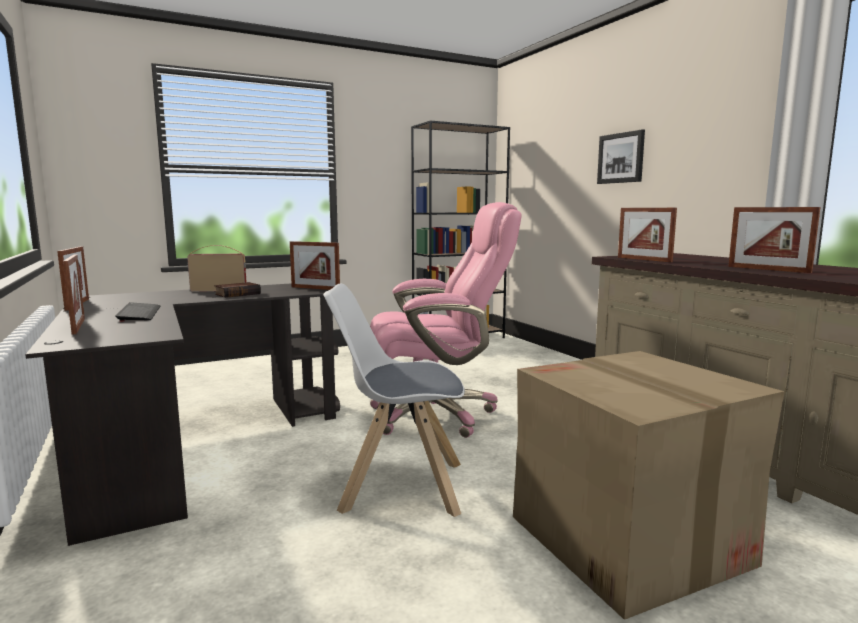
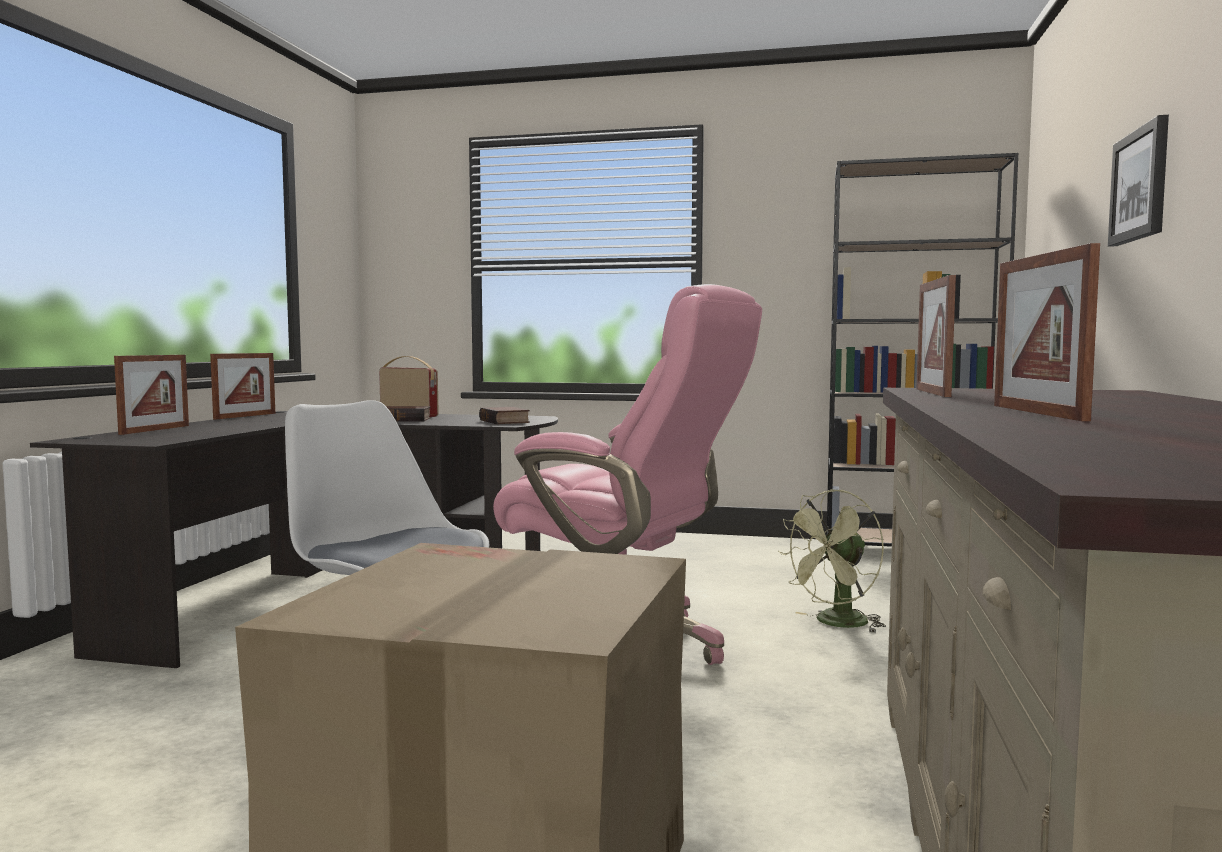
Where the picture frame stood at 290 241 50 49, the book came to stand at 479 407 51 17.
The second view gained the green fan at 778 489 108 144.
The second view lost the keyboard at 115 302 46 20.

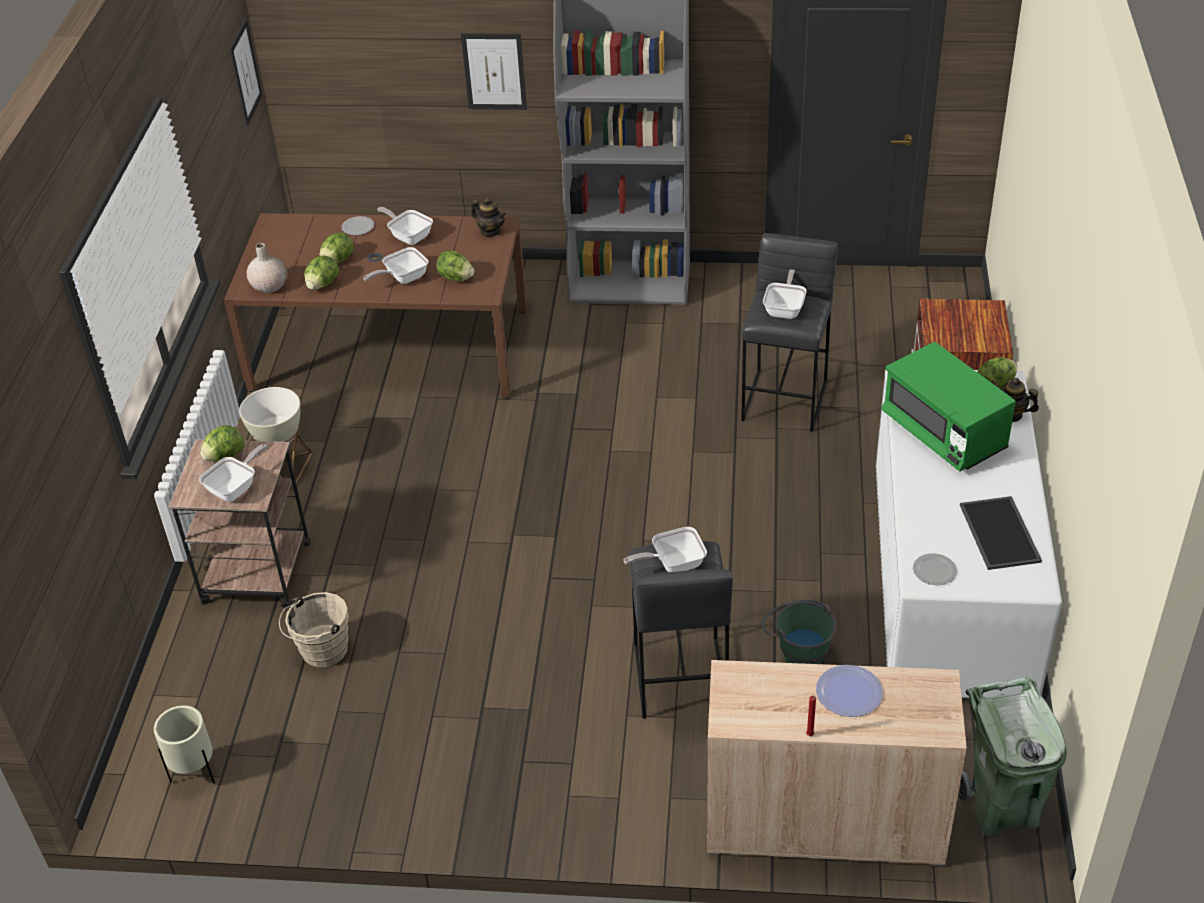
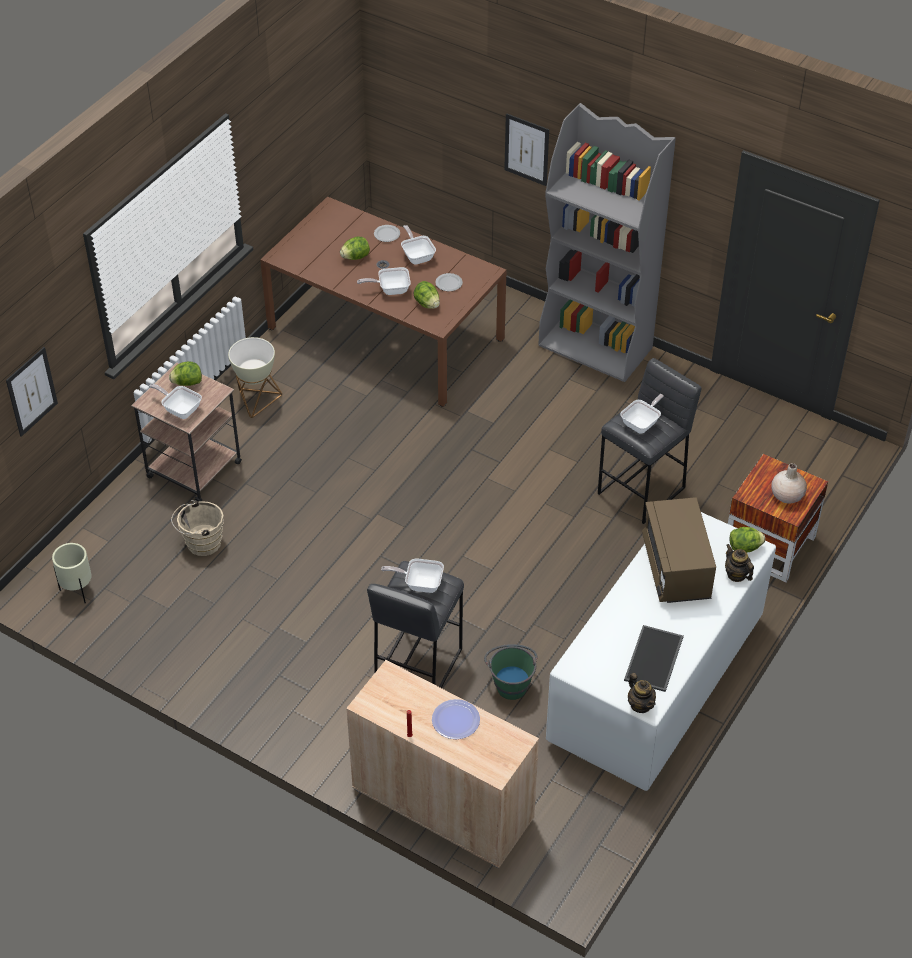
The picture ended up elsewhere, having gone from 230 19 32 107 to 6 347 52 90.
The frying pan at 199 444 68 58 ended up facing another way, 120 degrees counterclockwise from before.
The plate ended up elsewhere, having gone from 913 553 44 32 to 435 273 28 18.
The teapot ended up elsewhere, having gone from 471 198 35 39 to 628 673 28 40.
What was the green microwave at 882 342 134 130 turned into the brown microwave at 642 497 74 106.
The beige vase ended up elsewhere, having gone from 247 243 40 50 to 771 463 36 41.
The second view lost the lettuce at 304 256 35 34.
The second view lost the green trash can at 958 678 109 158.

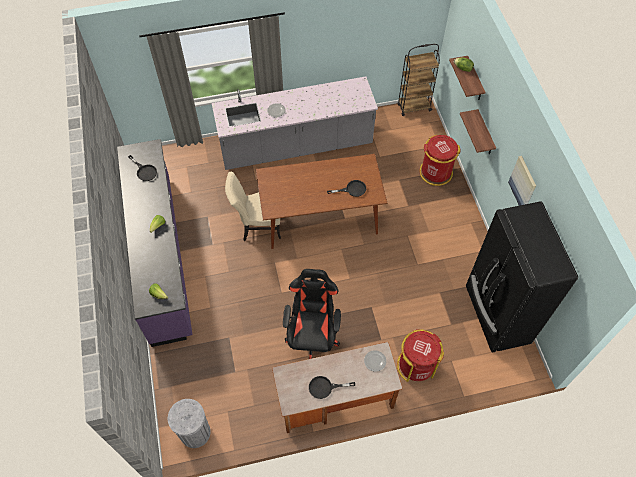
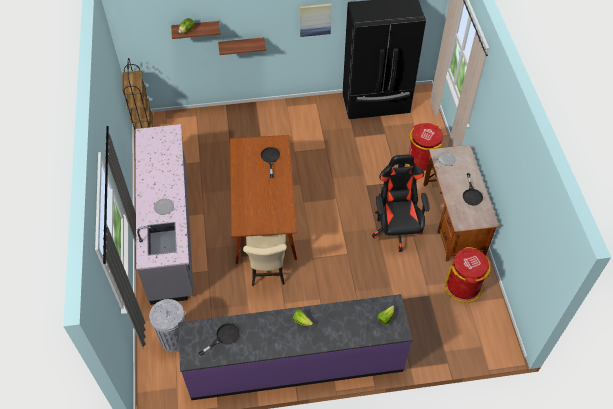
The grey trash can ended up elsewhere, having gone from 168 399 43 49 to 149 299 37 53.
The black office chair at 283 269 58 90 ended up facing another way, 75 degrees clockwise from before.
The red trash can ended up elsewhere, having gone from 420 135 41 51 to 444 247 47 56.

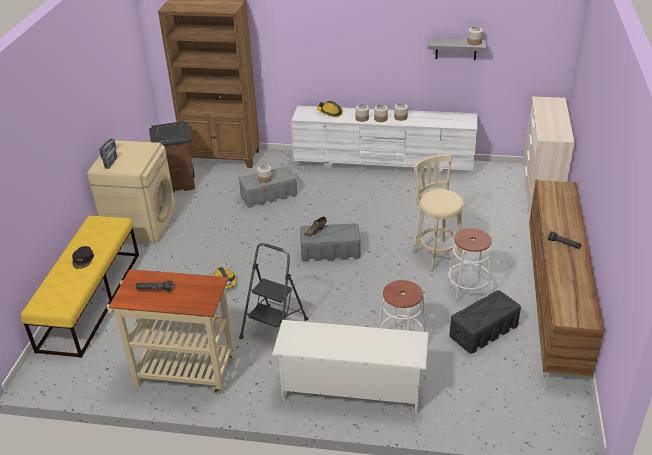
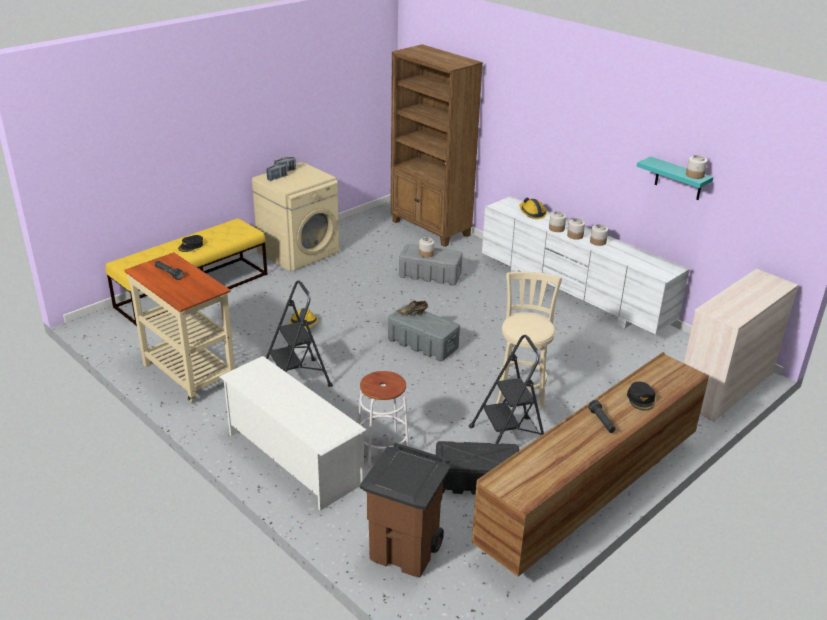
The brown trash can ended up elsewhere, having gone from 149 121 46 72 to 360 443 91 134.
Where the white stool stood at 447 228 45 75, the black step ladder came to stand at 469 335 75 109.
The second view gained the black cap at 627 382 28 29.
What was the grey shelf at 427 38 59 22 turned into the turquoise shelf at 637 156 76 44.

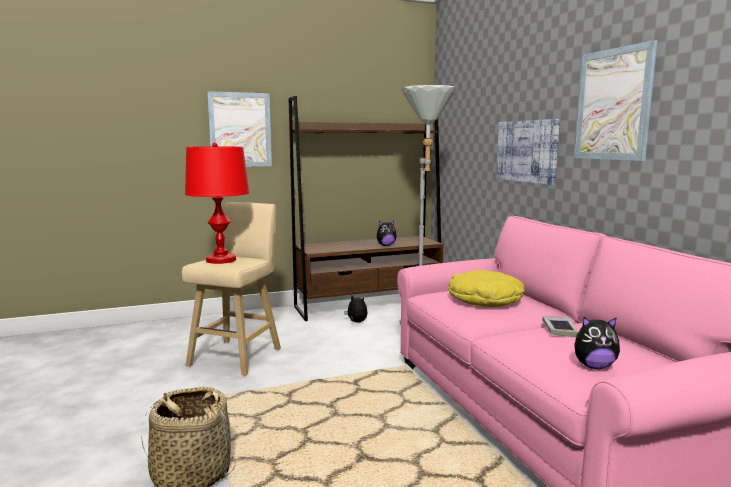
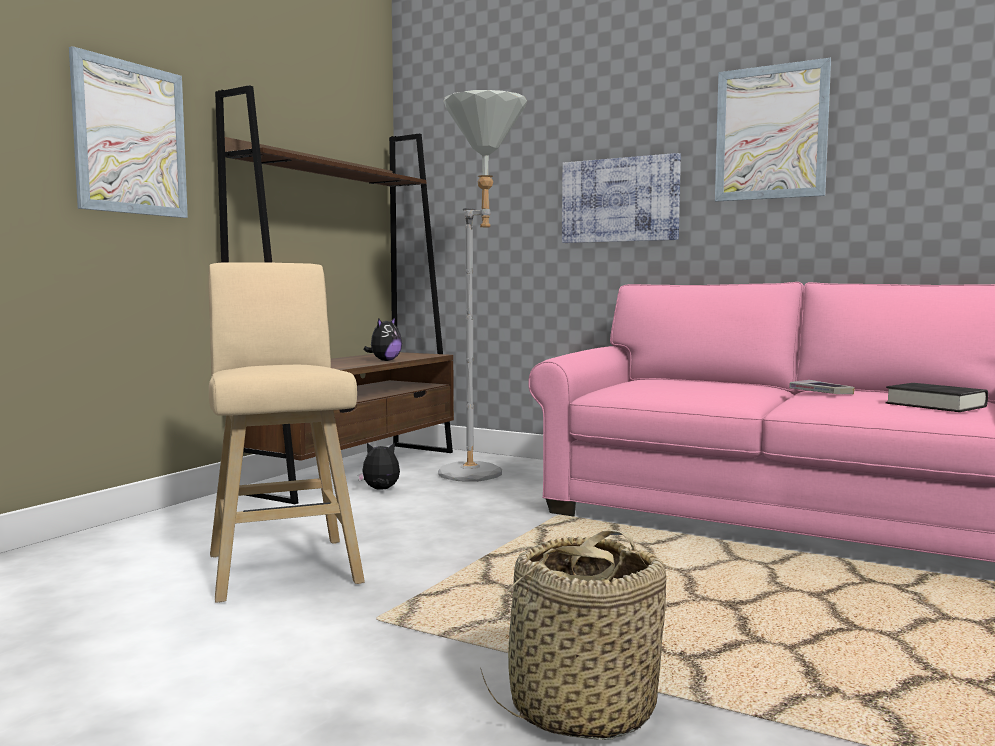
Where the plush toy stood at 574 317 46 52, the black book came to stand at 885 383 103 29.
The second view lost the red table lamp at 185 142 64 122.
The second view lost the yellow pillow at 448 270 76 37.

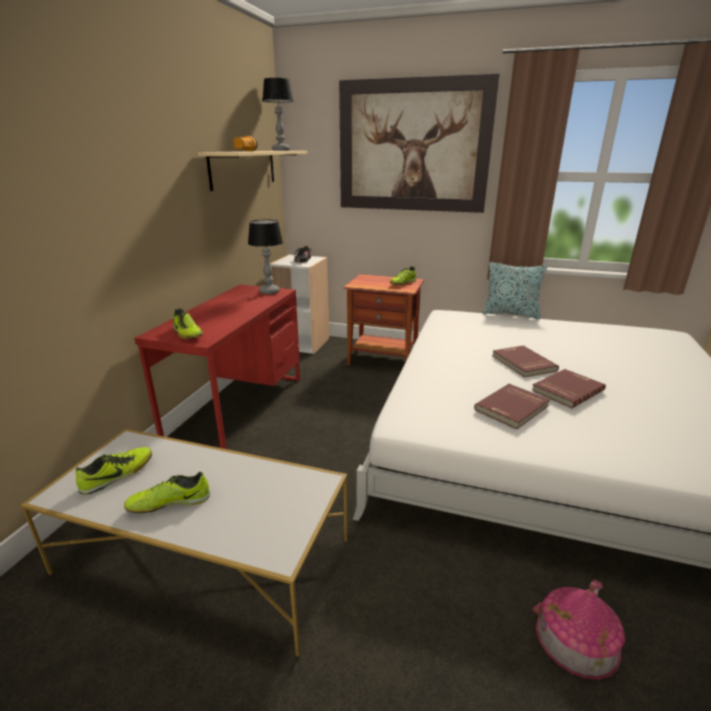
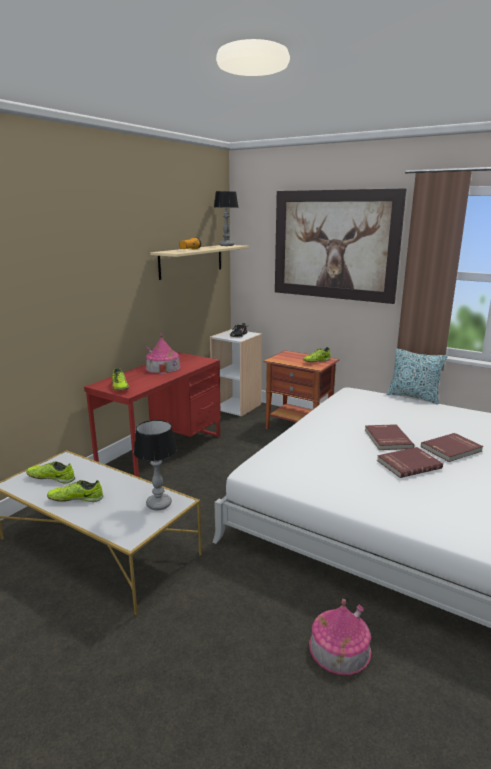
The shoe at 75 447 77 48 ended up facing another way, 135 degrees counterclockwise from before.
The table lamp ended up elsewhere, having gone from 248 220 35 74 to 134 420 43 90.
The second view gained the toy house at 145 334 36 41.
The red book ended up elsewhere, having gone from 474 384 76 45 to 421 433 62 29.

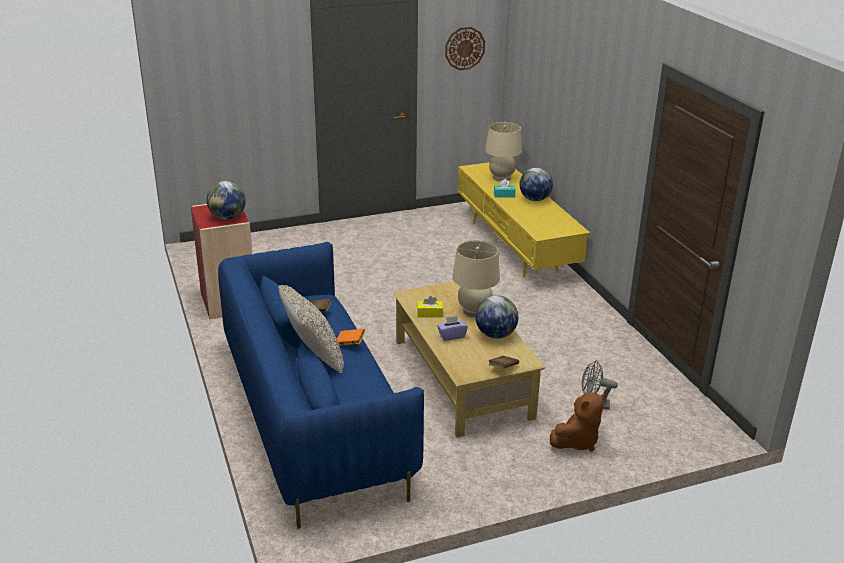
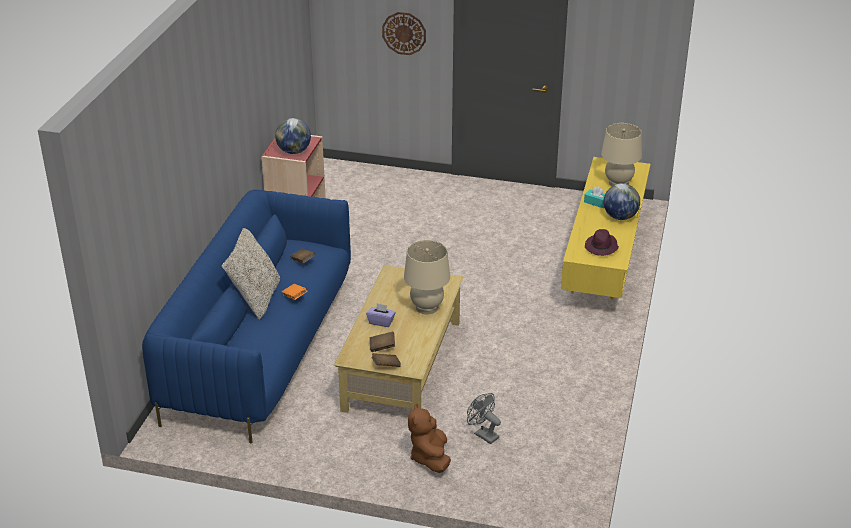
The second view gained the brown book at 369 331 26 21.
The wall clock ended up elsewhere, having gone from 445 27 40 43 to 382 12 44 43.
The brown plush toy at 550 392 56 60 ended up facing another way, 90 degrees clockwise from before.
The second view gained the purple hat at 585 229 34 27.
The second view lost the yellow tissue box at 417 296 26 22.
The second view lost the globe at 476 295 42 44.

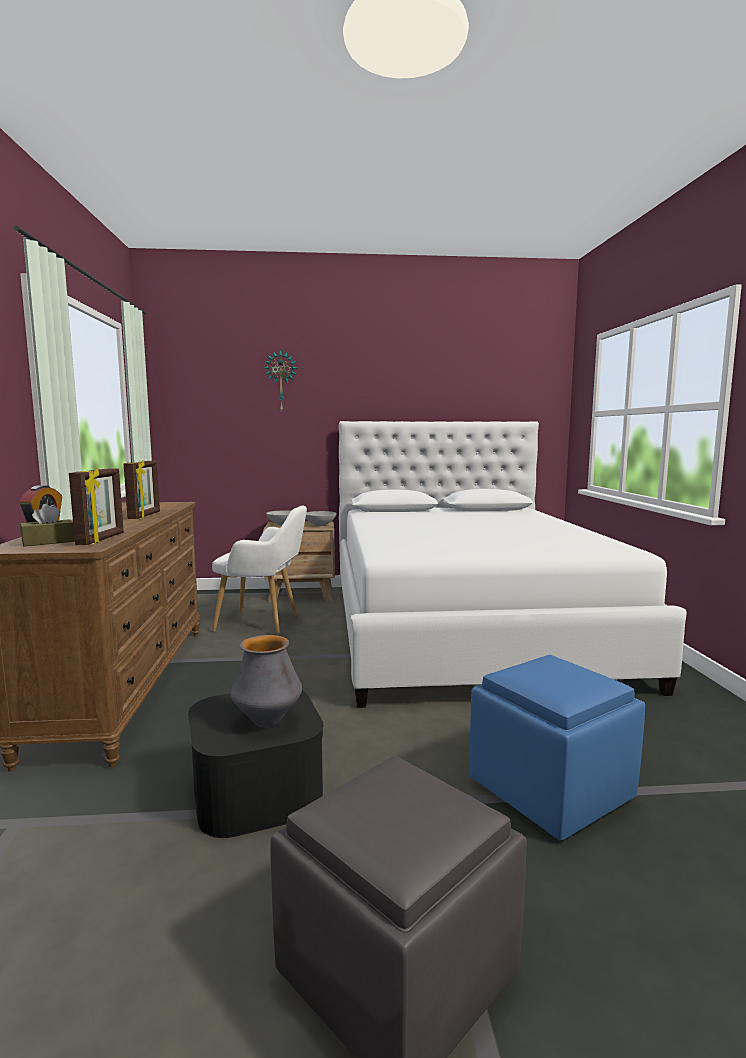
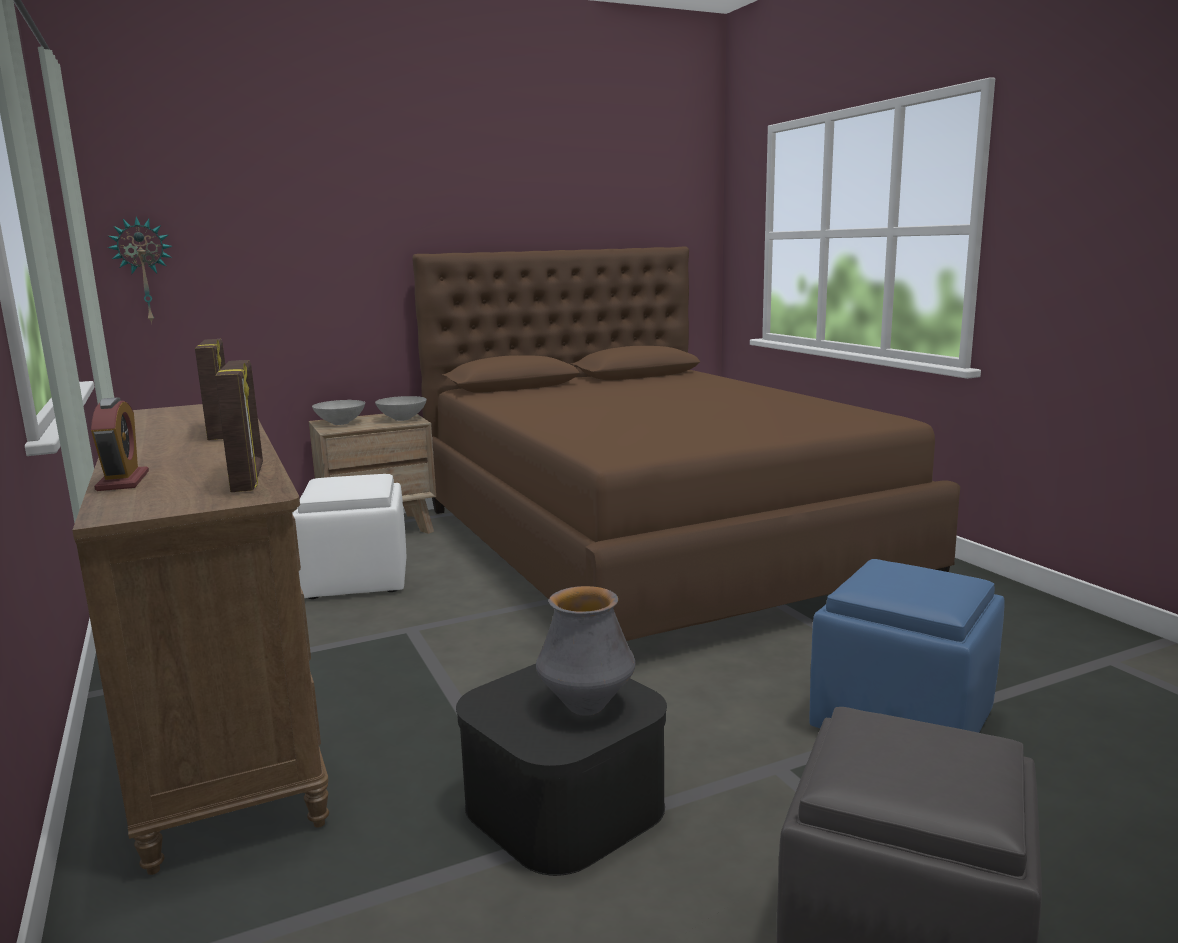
The wall clock ended up elsewhere, having gone from 264 350 33 61 to 107 216 65 108.
Where the white armchair stood at 212 505 95 129, the white ottoman came to stand at 293 474 113 125.
What was the white bed at 339 421 348 287 turned into the brown bed at 413 247 547 394.
The second view lost the brown tissue box at 20 504 55 42.

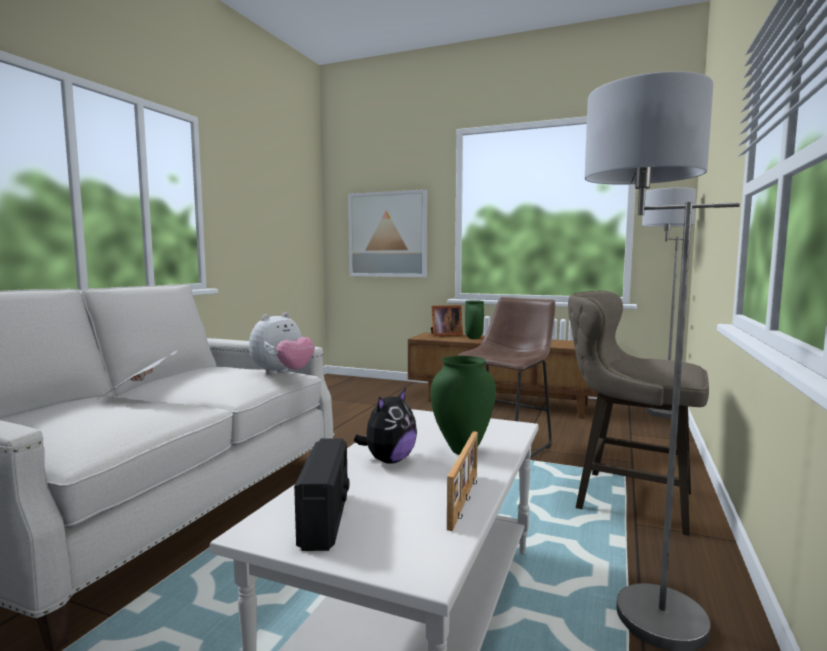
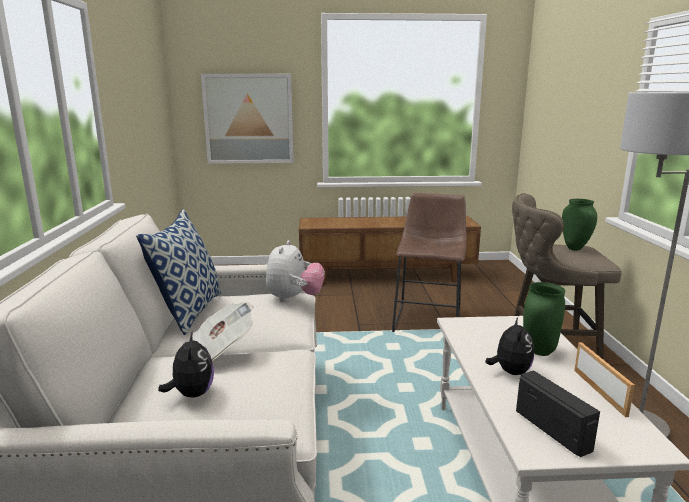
The second view gained the pillow at 136 209 85 126.
The second view gained the plush toy at 158 331 56 66.
The green vase ended up elsewhere, having gone from 465 300 19 39 to 562 199 35 51.
The second view lost the picture frame at 431 305 32 31.
The second view lost the grey floor lamp at 642 187 54 232.

